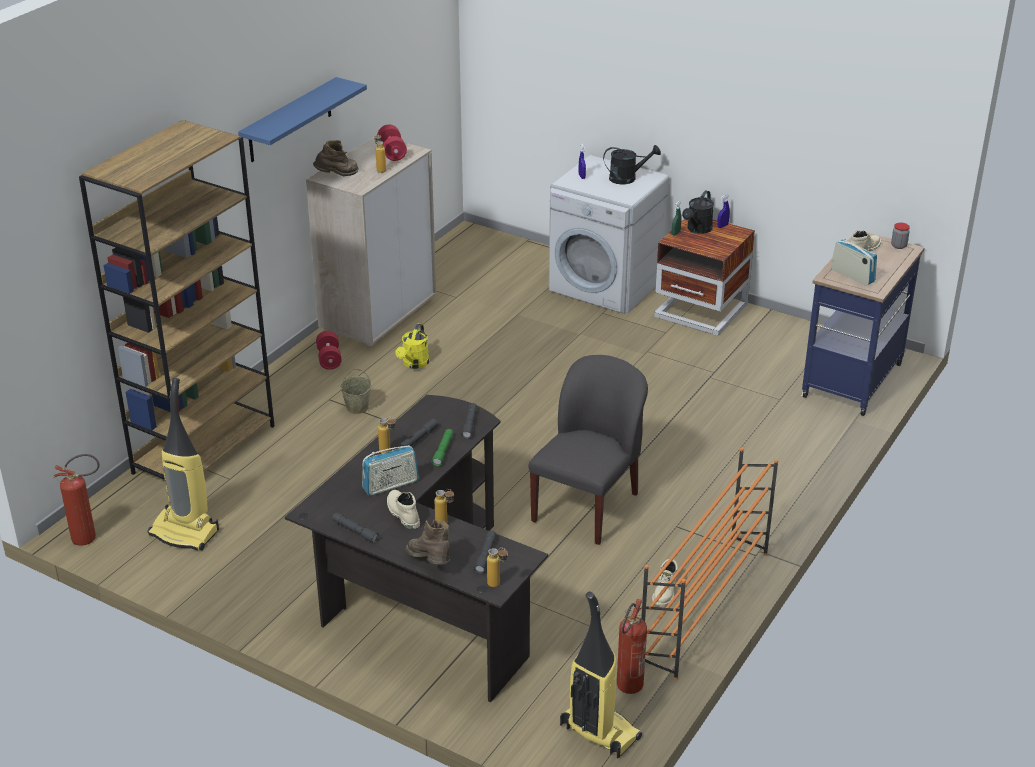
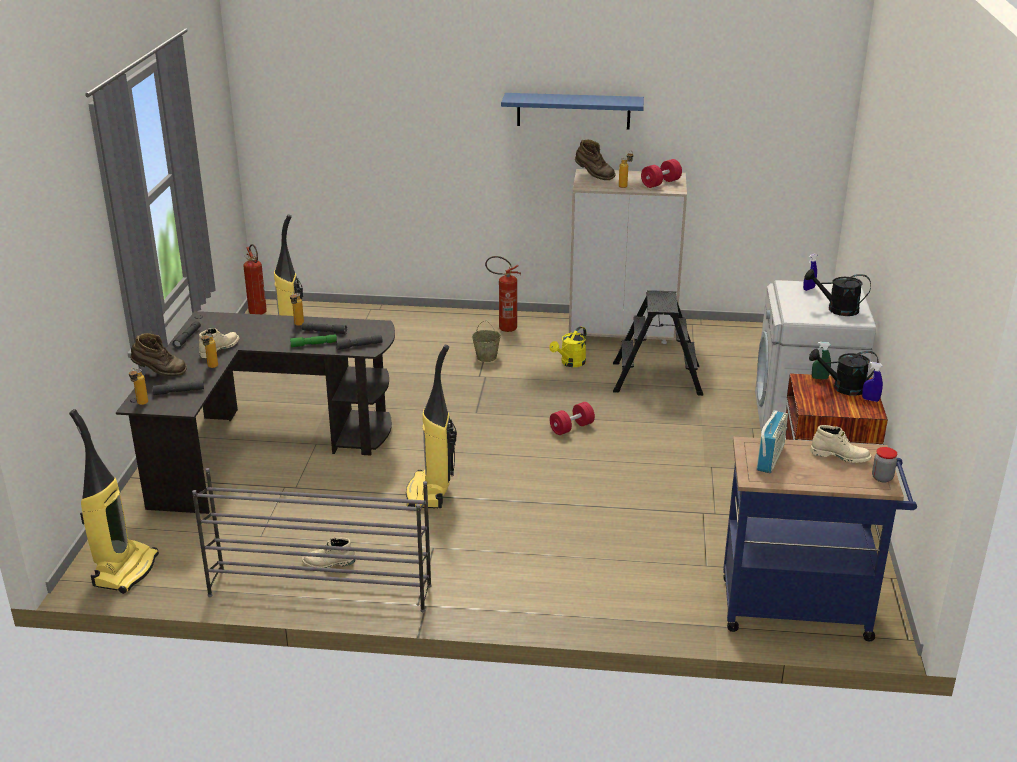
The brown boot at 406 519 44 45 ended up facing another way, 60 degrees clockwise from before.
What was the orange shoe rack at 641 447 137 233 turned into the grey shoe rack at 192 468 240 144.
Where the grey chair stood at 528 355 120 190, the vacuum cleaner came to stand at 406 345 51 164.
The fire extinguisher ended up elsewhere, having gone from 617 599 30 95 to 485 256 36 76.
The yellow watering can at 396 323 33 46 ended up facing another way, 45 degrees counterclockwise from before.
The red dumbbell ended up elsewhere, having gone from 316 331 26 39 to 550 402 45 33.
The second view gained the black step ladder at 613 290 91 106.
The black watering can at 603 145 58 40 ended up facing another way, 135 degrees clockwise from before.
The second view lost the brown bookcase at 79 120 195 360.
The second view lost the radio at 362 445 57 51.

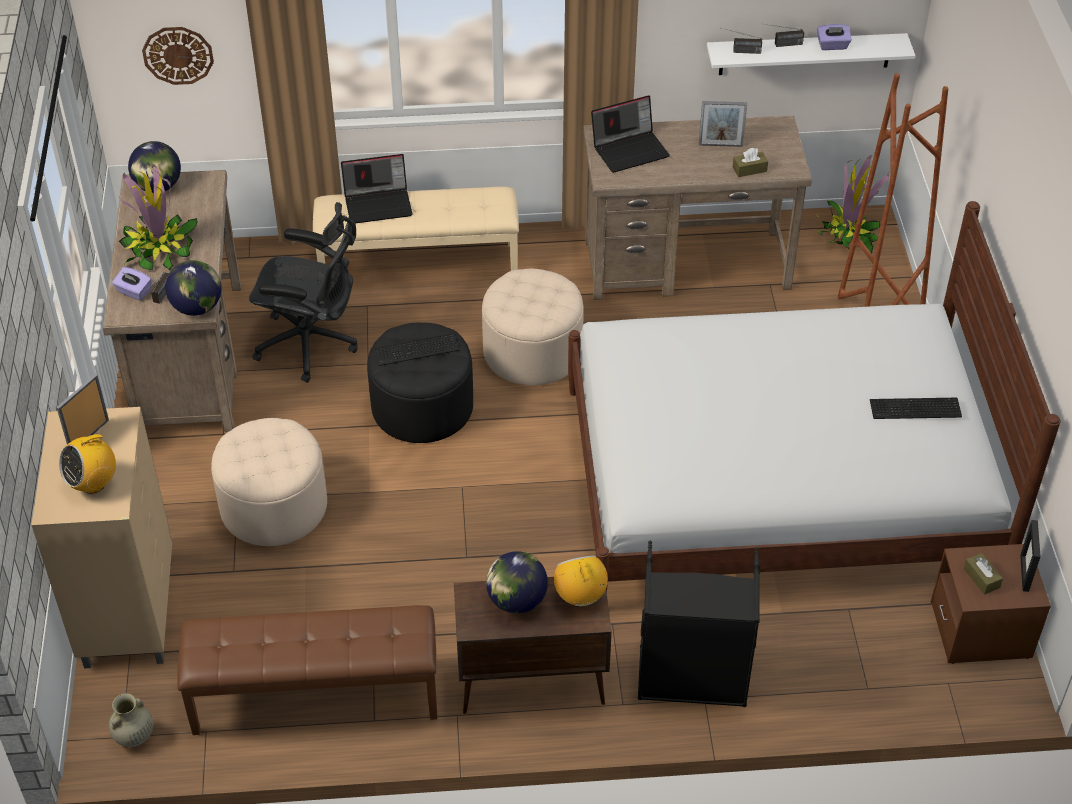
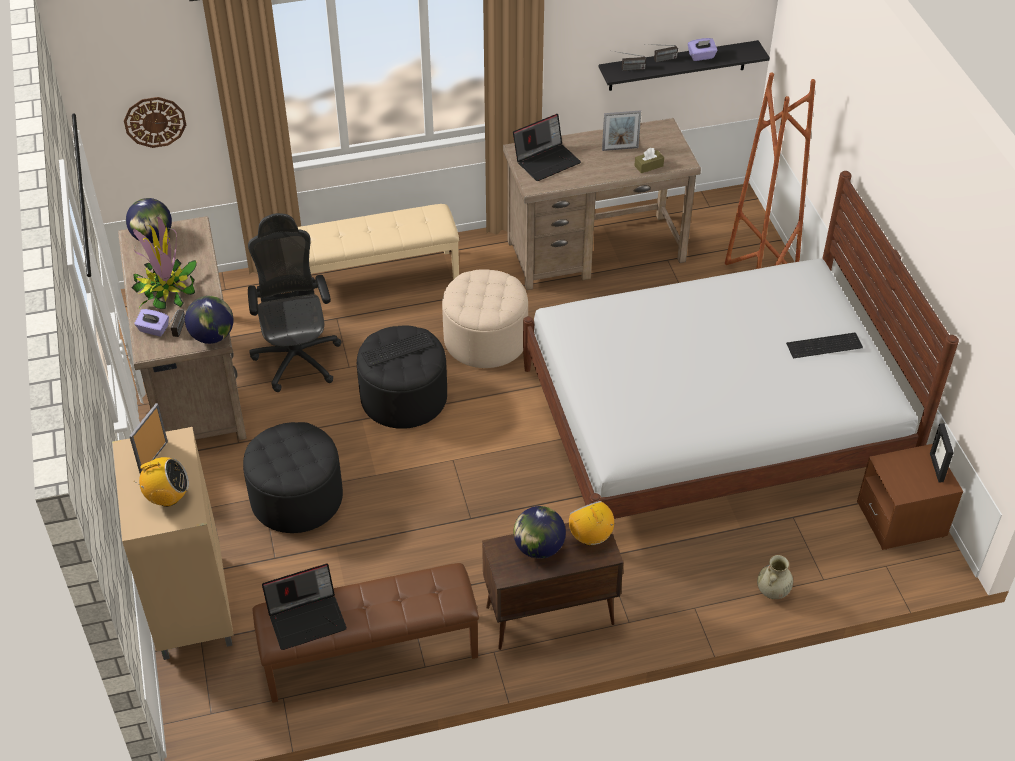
The radio at 59 427 57 67 ended up facing another way, 135 degrees counterclockwise from before.
What was the beige ottoman at 211 418 116 128 turned into the black ottoman at 243 422 100 111.
The office chair at 249 202 109 181 ended up facing another way, 105 degrees counterclockwise from before.
The laptop ended up elsewhere, having gone from 341 154 71 69 to 262 563 85 87.
What was the white shelf at 707 33 209 42 turned into the black shelf at 599 40 171 51.
The beige vase ended up elsewhere, having gone from 109 693 44 54 to 757 555 36 44.
The second view lost the black laundry basket at 638 540 122 167.
The second view lost the potted plant at 817 155 73 98.
The second view lost the brown tissue box at 964 553 39 41.

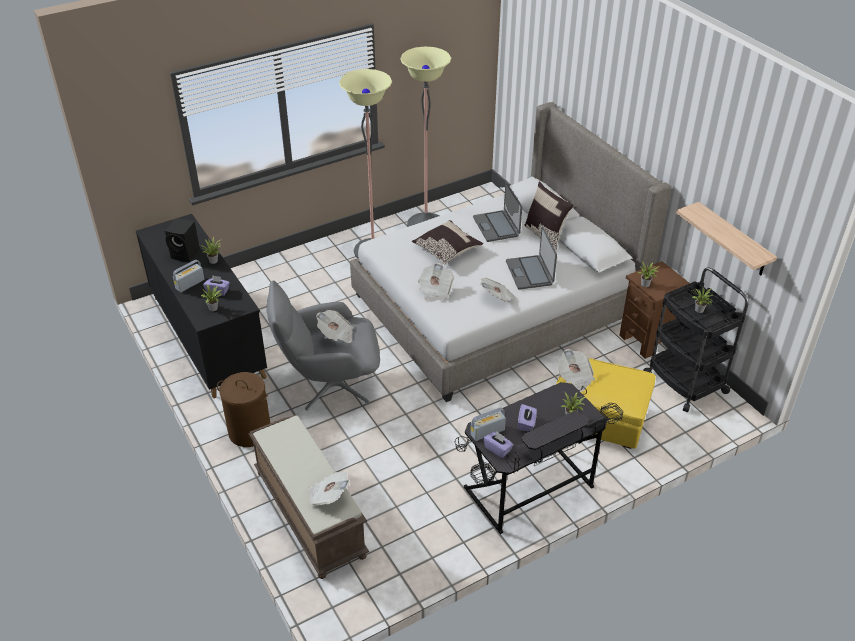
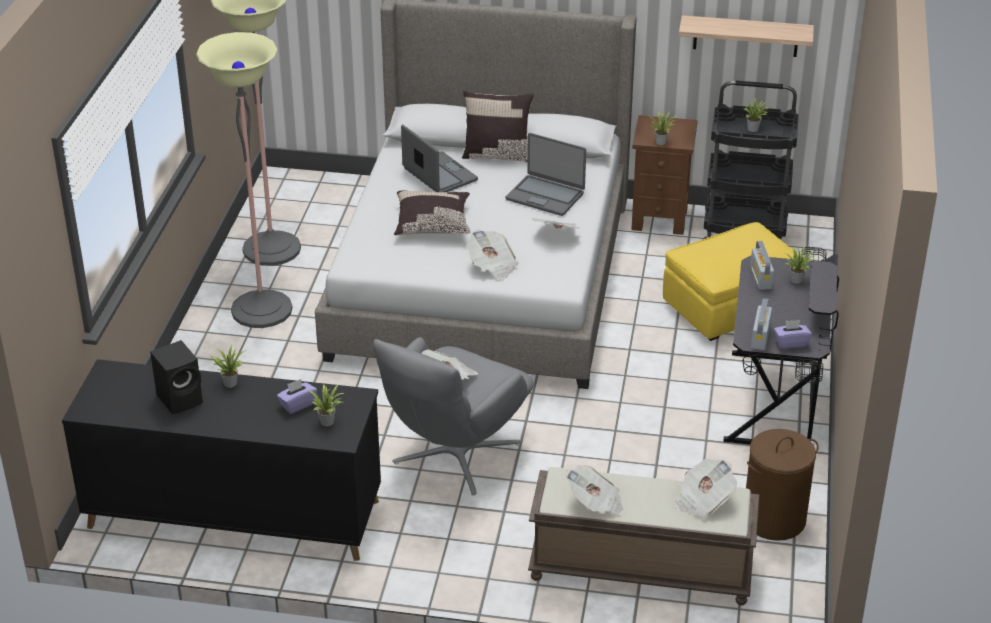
The laptop at 473 182 49 60 ended up facing another way, 150 degrees counterclockwise from before.
The newspaper ended up elsewhere, having gone from 557 349 38 43 to 566 465 58 50.
The brown laundry basket ended up elsewhere, having gone from 217 372 53 75 to 746 429 73 112.
The radio ended up elsewhere, having gone from 173 260 31 32 to 750 241 24 49.
The second view lost the purple tissue box at 518 404 19 28.

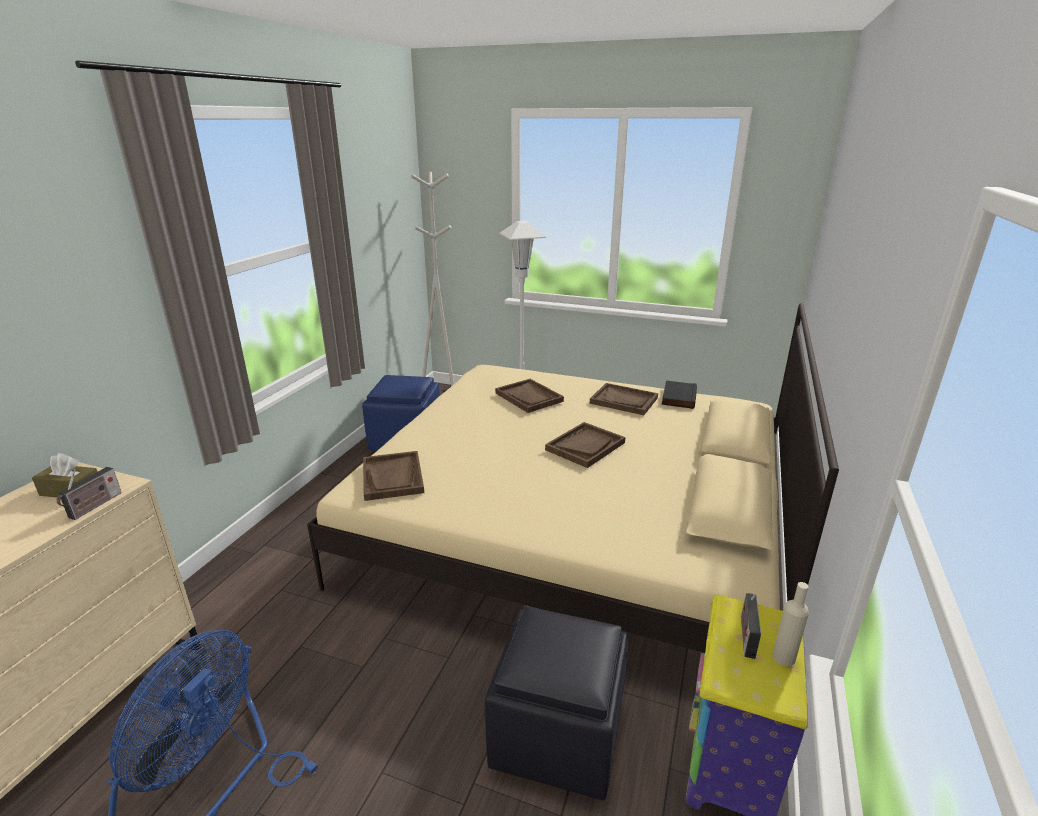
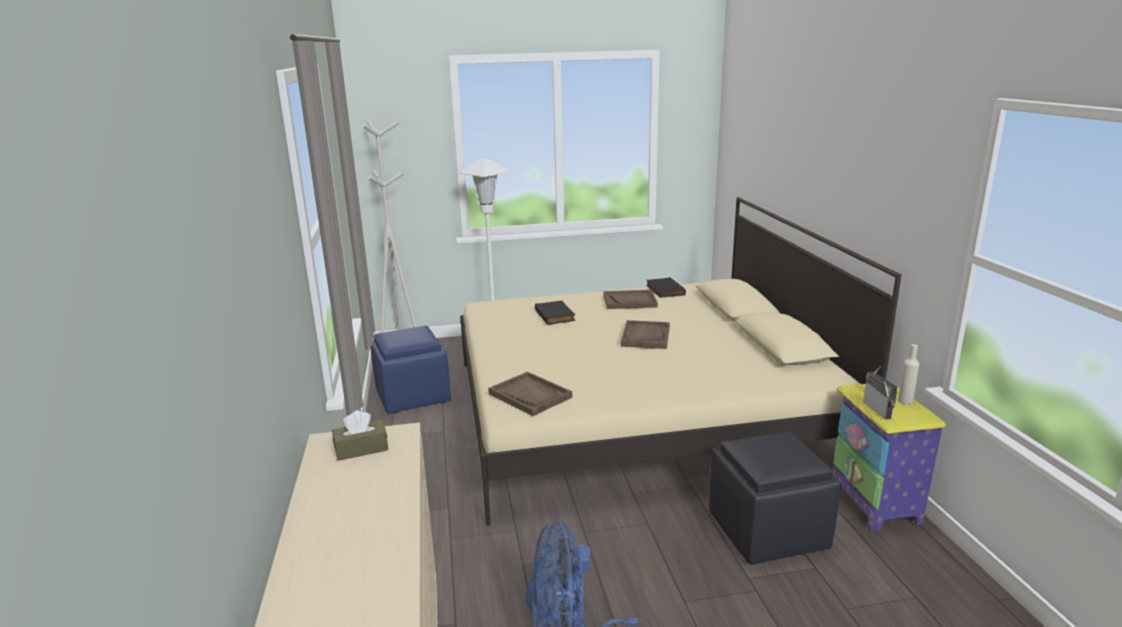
Where the brown tray stood at 495 379 69 34, the black book came to stand at 535 300 41 25.
The radio ended up elsewhere, having gone from 56 467 66 53 to 864 382 31 38.

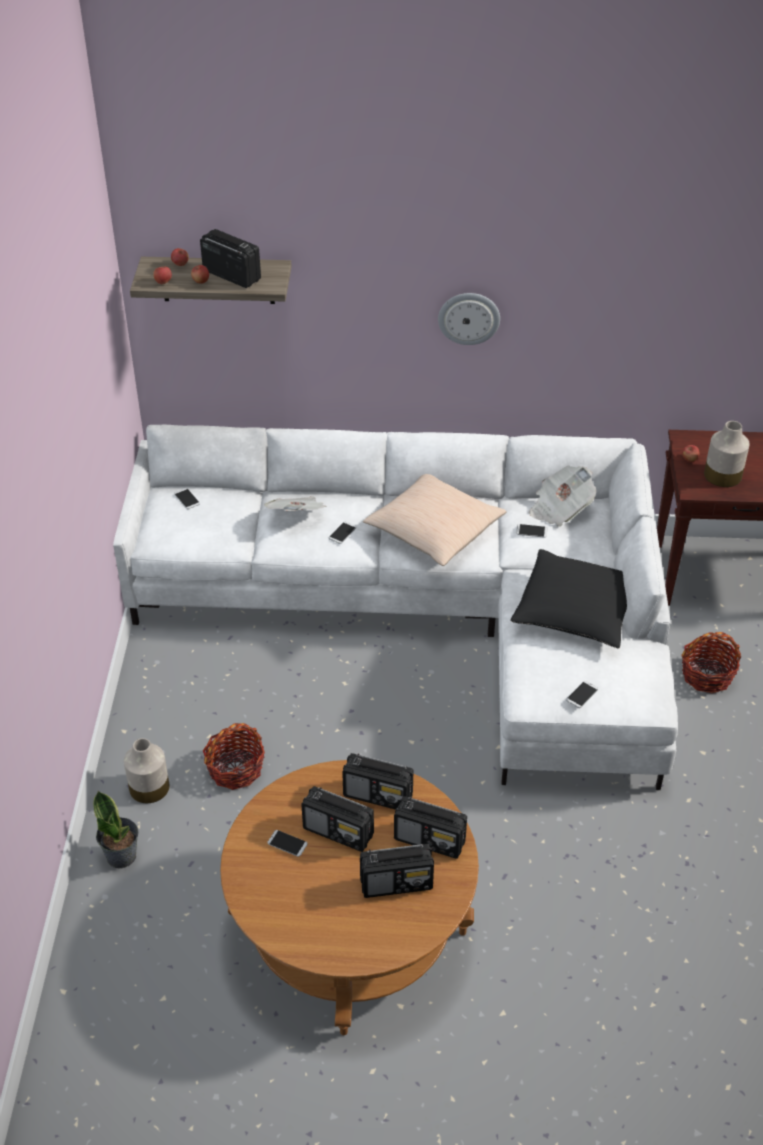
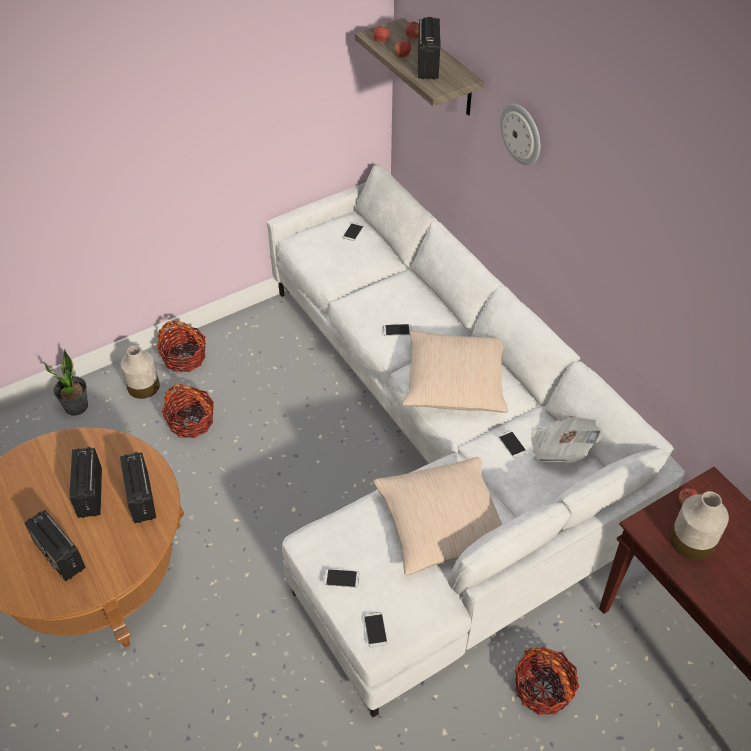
The second view gained the basket at 157 320 49 53.
The phone ended up elsewhere, having gone from 267 830 41 27 to 364 612 23 35.
What was the black pillow at 510 549 117 100 turned into the beige pillow at 373 457 129 119.
The wall clock ended up elsewhere, having gone from 438 293 62 52 to 500 103 40 63.
The second view lost the newspaper at 264 496 63 15.
The second view lost the radio at 394 796 73 63.

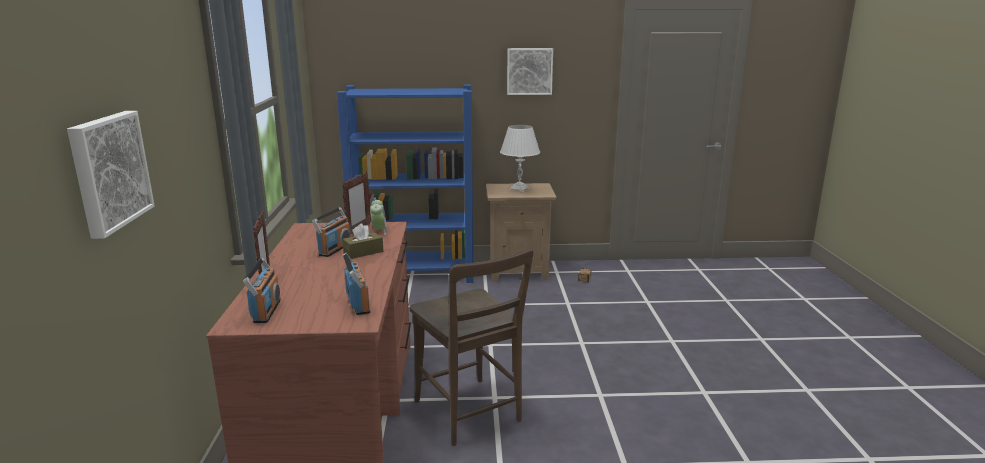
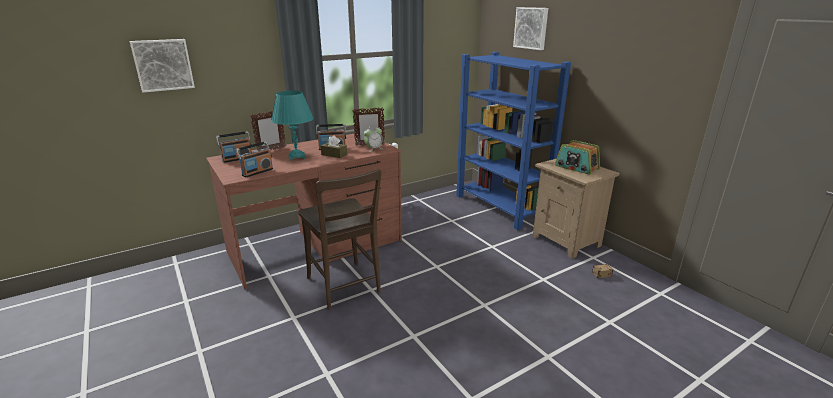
The second view gained the turquoise table lamp at 271 91 43 69.
The brown chair at 410 249 123 197 ended up facing another way, 60 degrees counterclockwise from before.
The picture ended up elsewhere, having gone from 507 48 46 47 to 513 7 35 43.
Where the white table lamp stood at 500 125 40 67, the radio came to stand at 555 140 45 35.

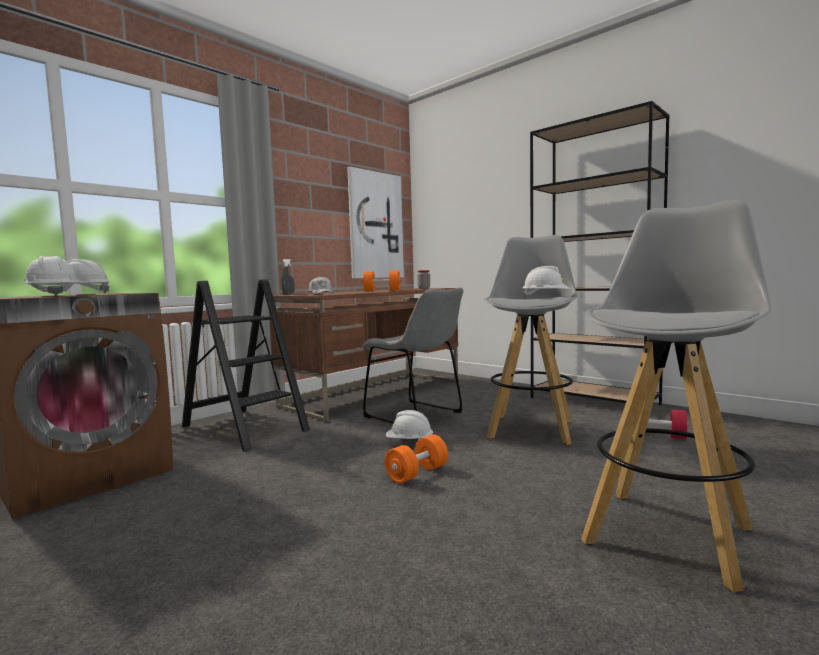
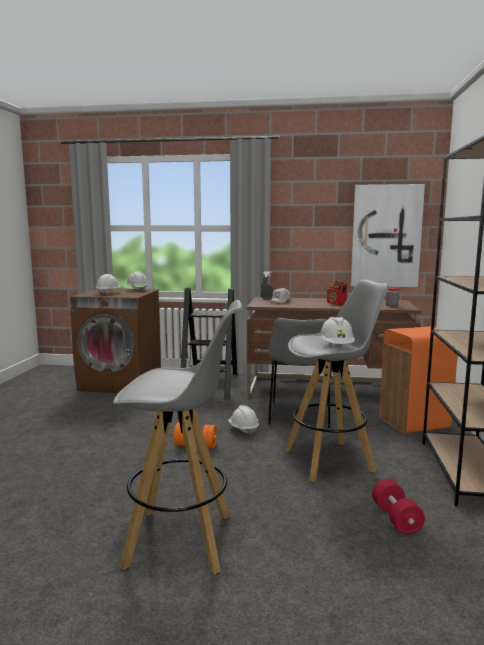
Where the orange dumbbell stood at 363 270 38 21, the radio came to stand at 327 280 20 25.
The second view gained the orange trash can at 380 326 78 107.

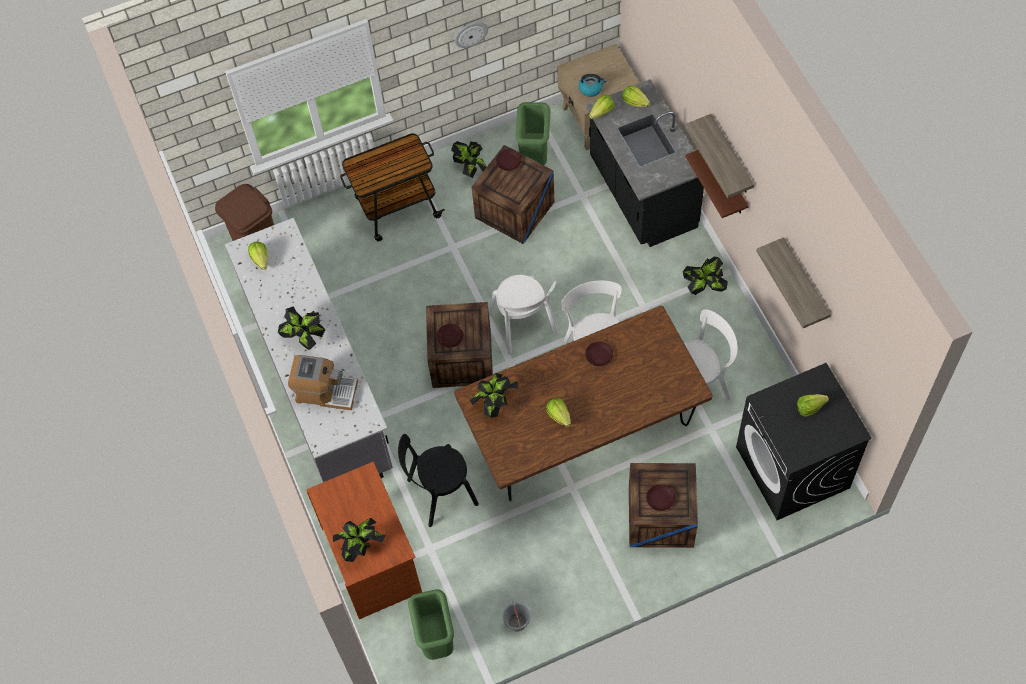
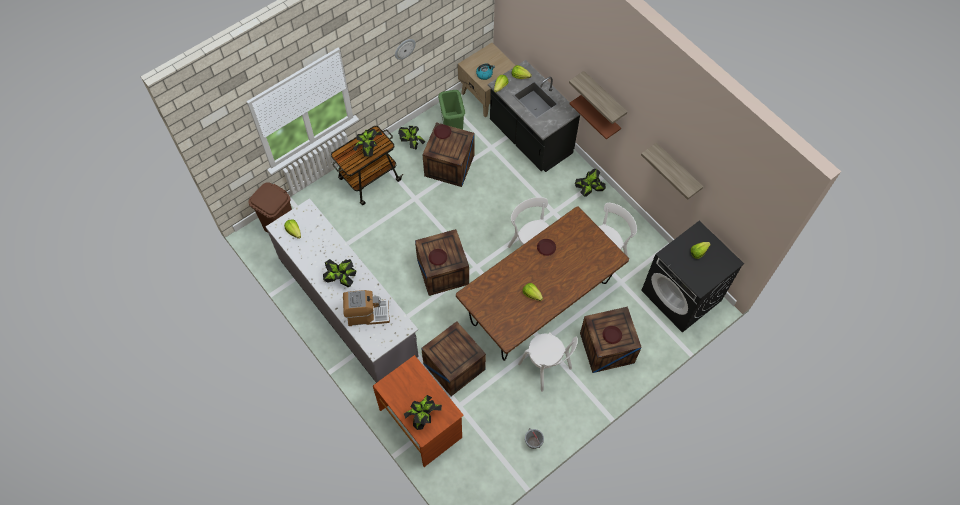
The potted plant ended up elsewhere, having gone from 469 373 49 45 to 353 129 29 28.
Where the black chair stood at 398 434 81 93, the crate came to stand at 421 321 65 75.
The white chair ended up elsewhere, having gone from 489 275 69 80 to 518 332 60 60.
The second view lost the green trash can at 408 589 46 71.

